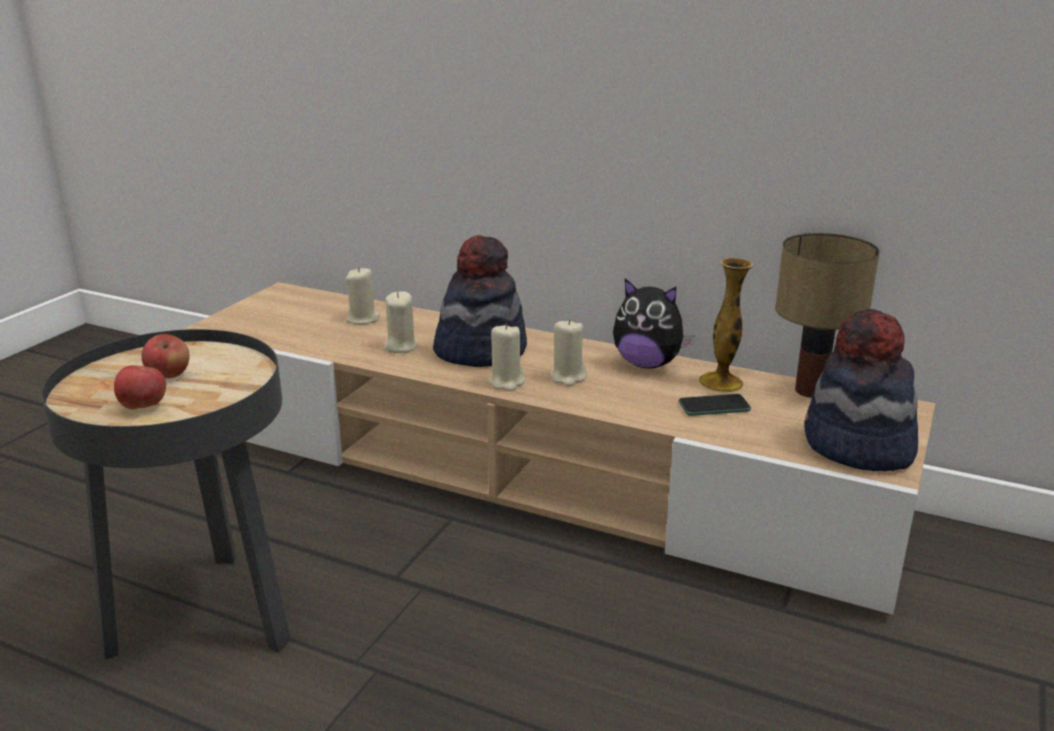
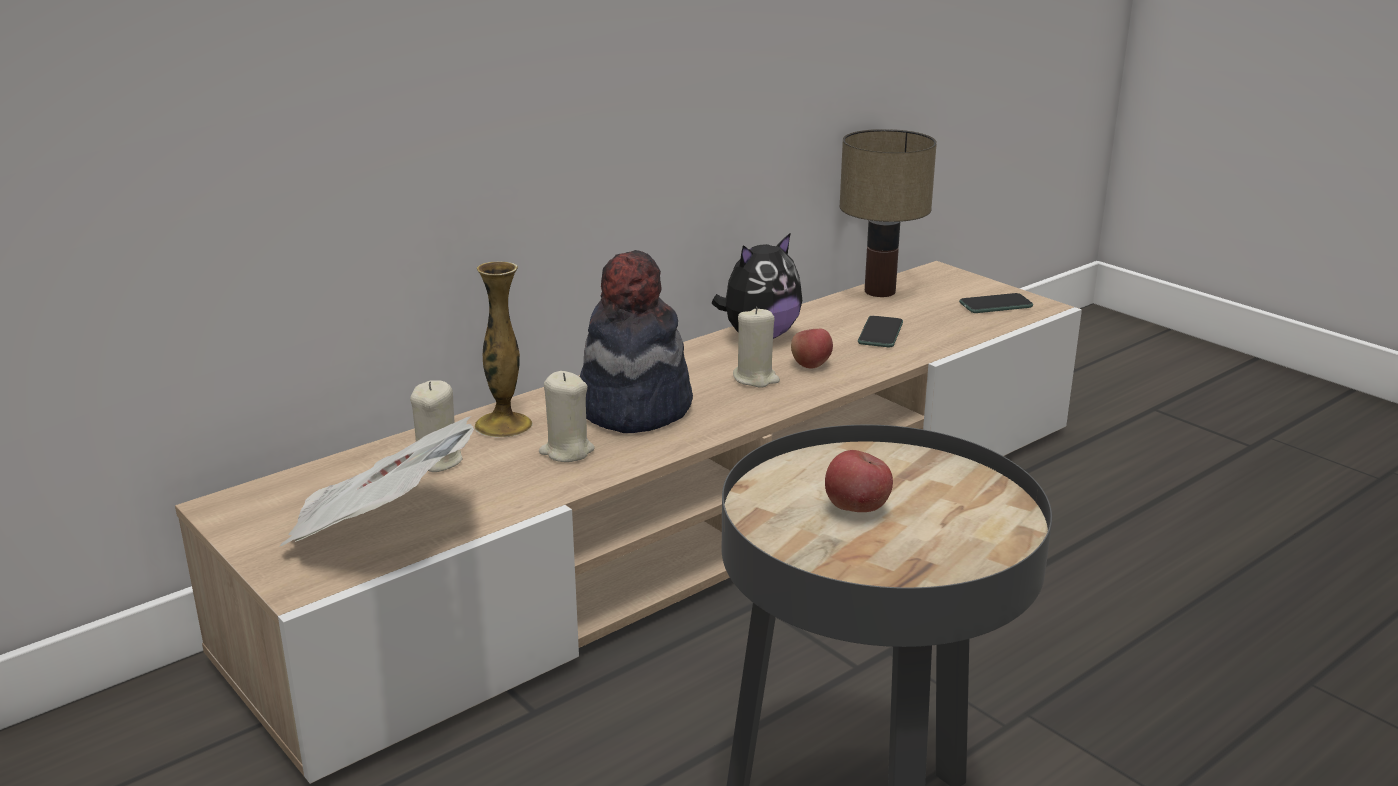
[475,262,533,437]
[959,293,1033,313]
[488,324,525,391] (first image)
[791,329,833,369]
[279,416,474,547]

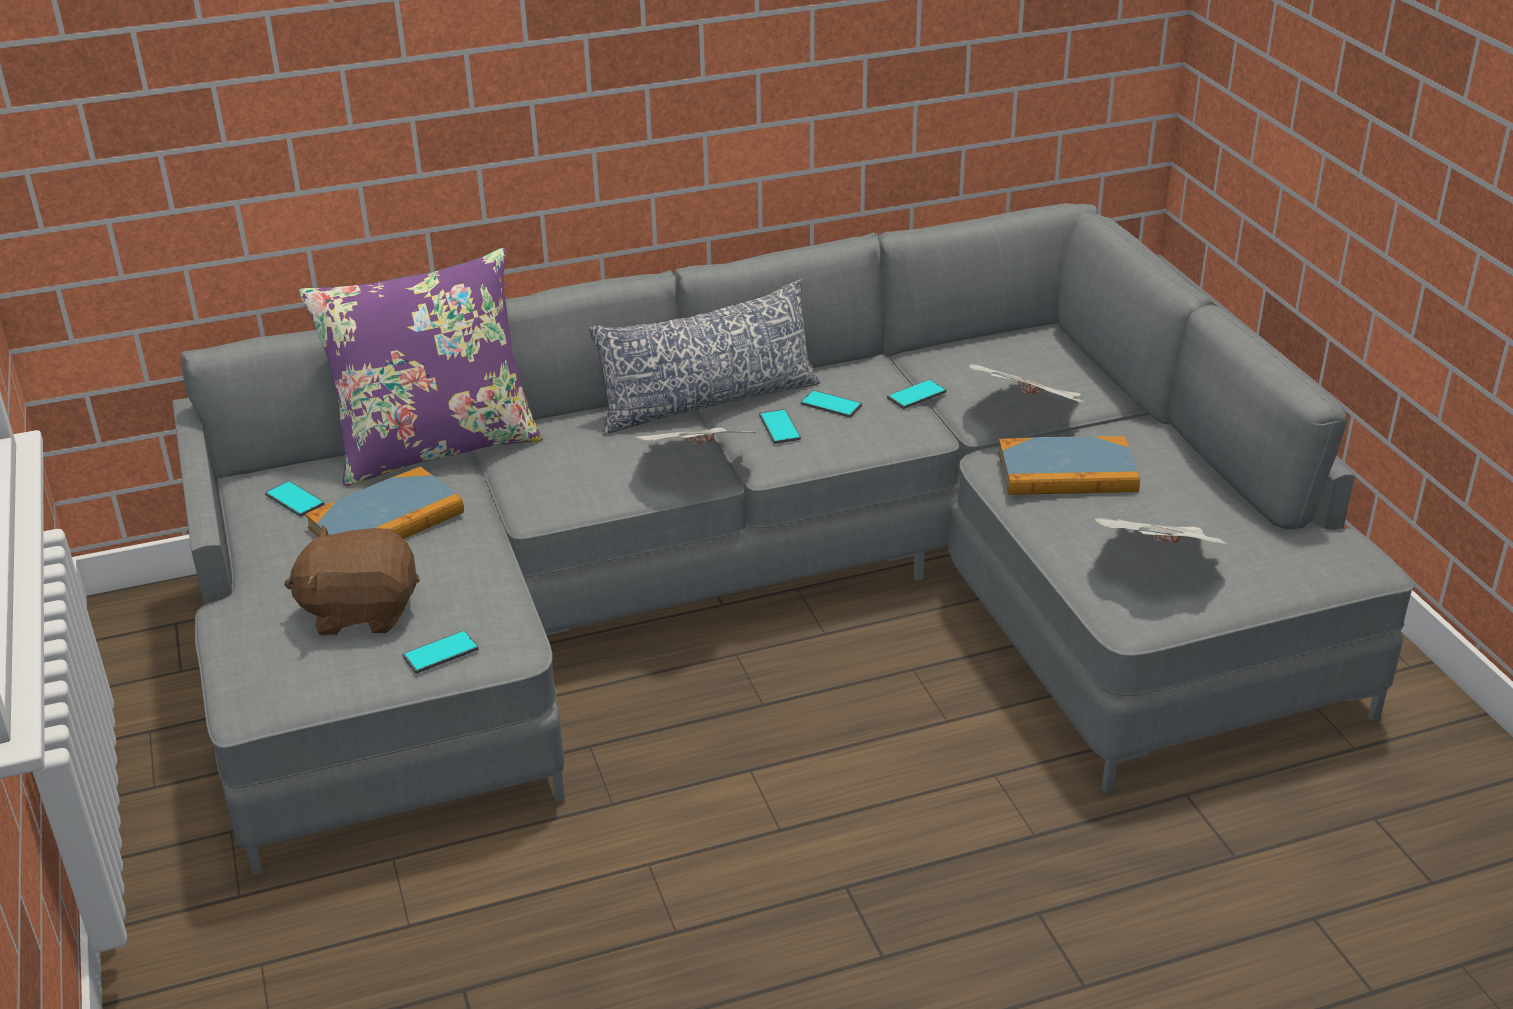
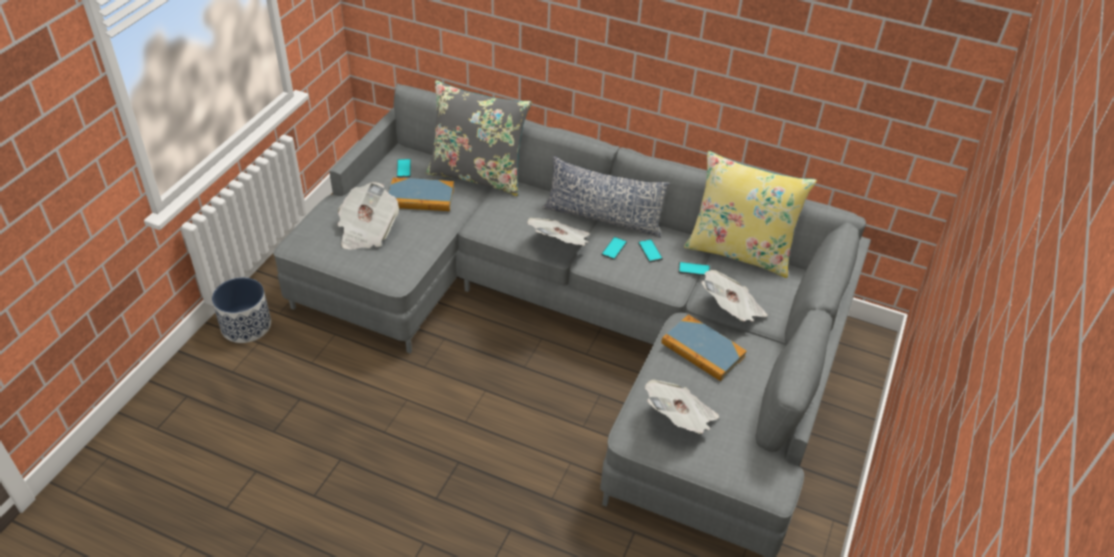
[426,80,532,196]
[338,182,399,250]
[402,630,478,674] (first image)
[684,151,817,278]
[212,277,271,343]

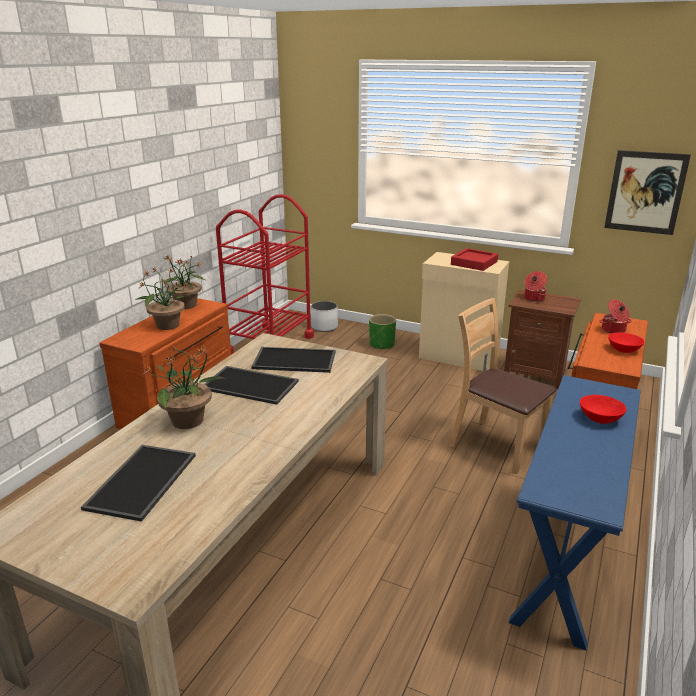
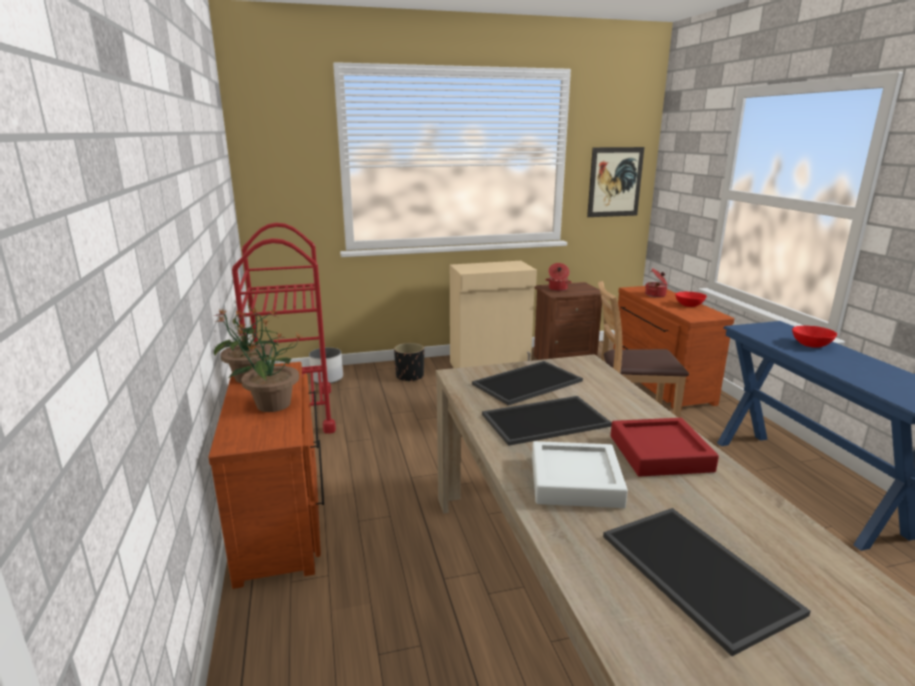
[610,418,719,477]
[394,343,424,382]
[532,441,628,508]

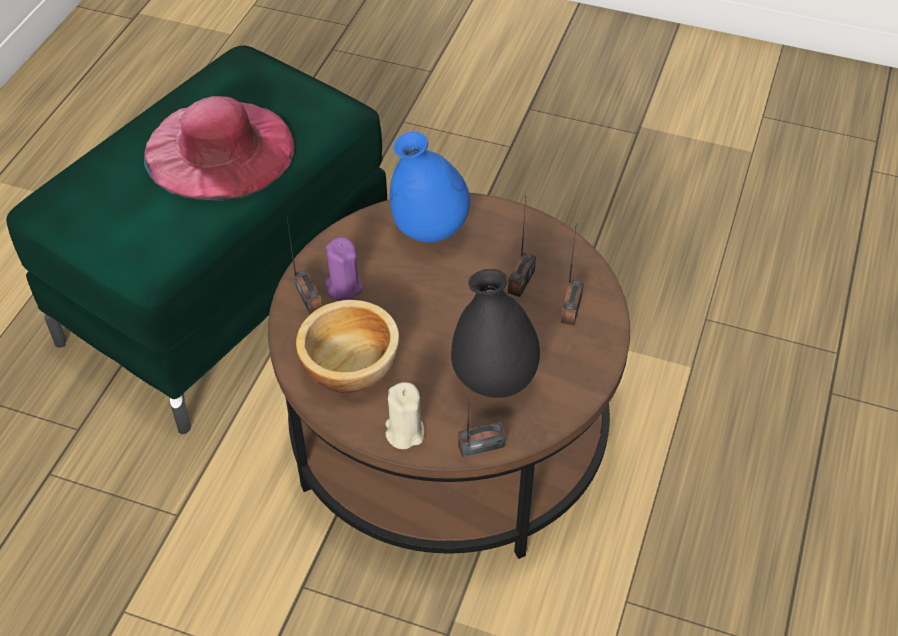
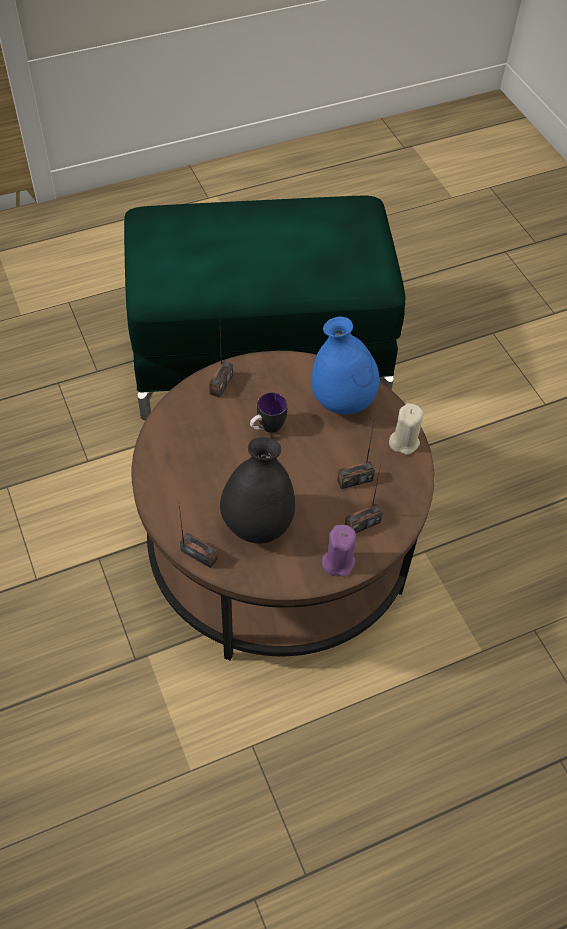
[144,96,295,200] (first image)
[322,525,356,577]
[296,300,399,393] (first image)
[389,403,424,455]
[250,393,287,433]

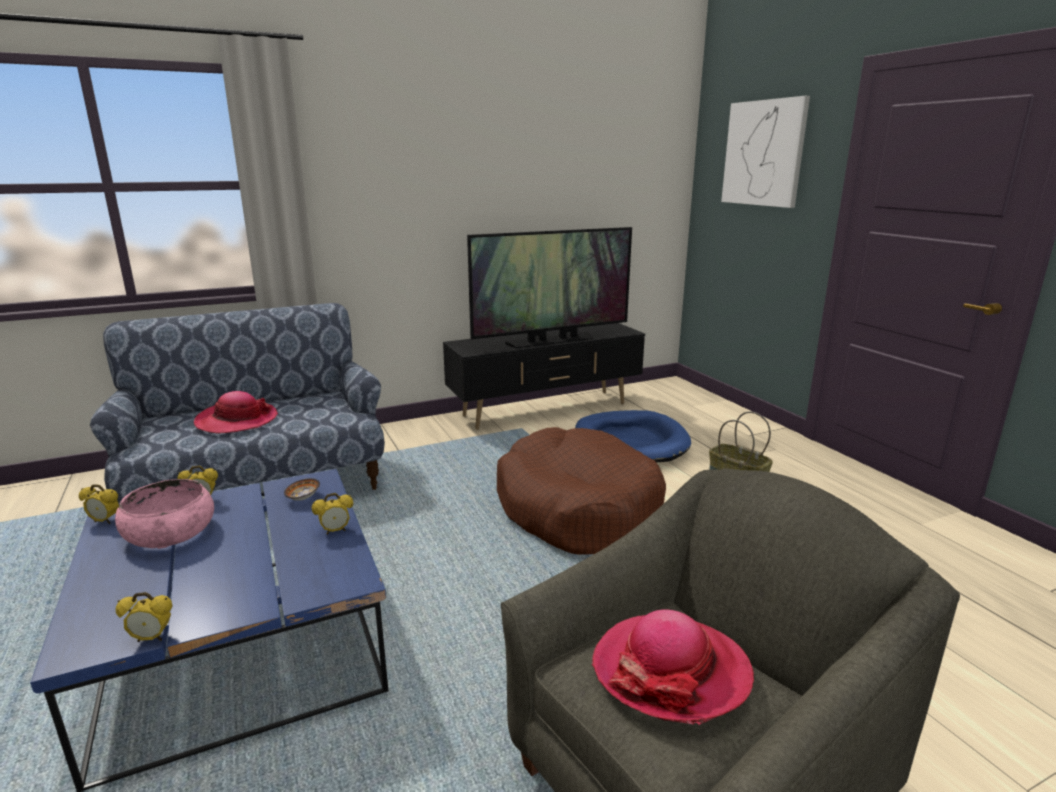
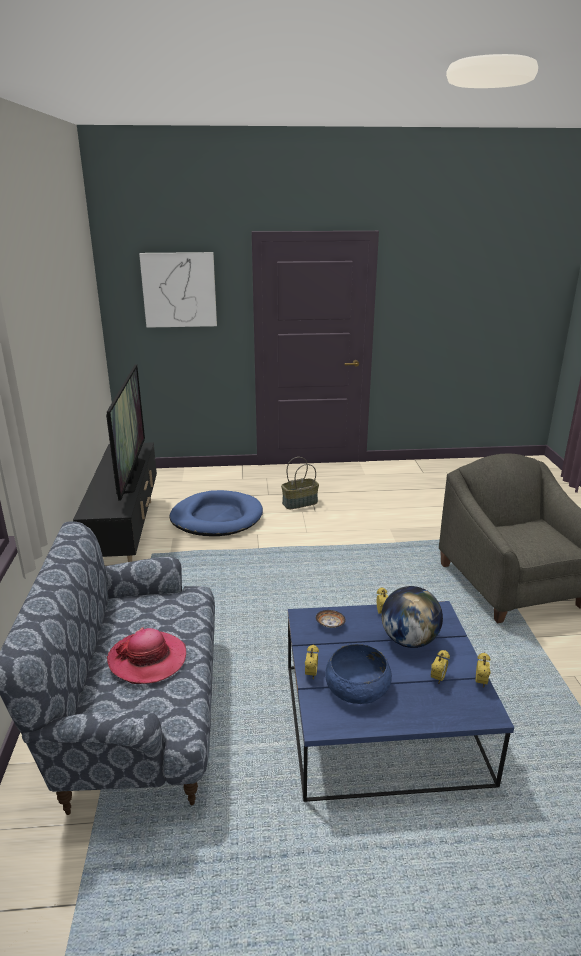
[497,427,666,555] (first image)
[325,644,392,704]
[431,650,450,684]
[592,609,754,725] (first image)
[381,586,443,648]

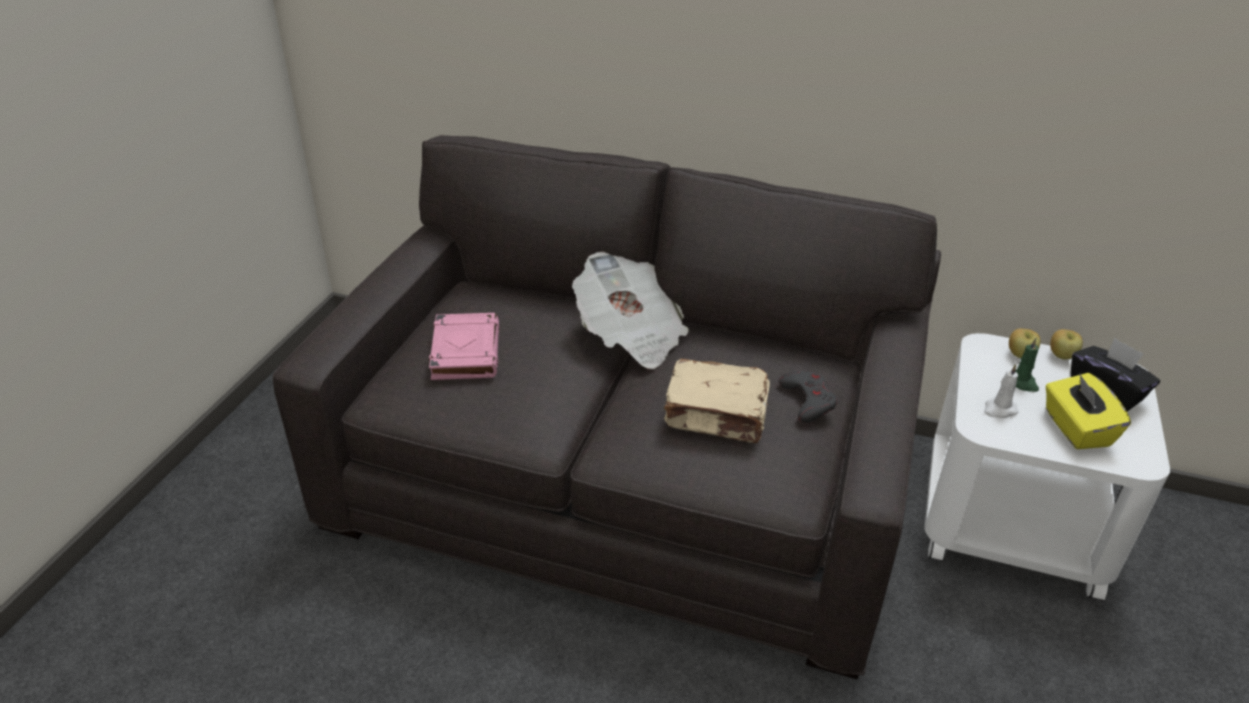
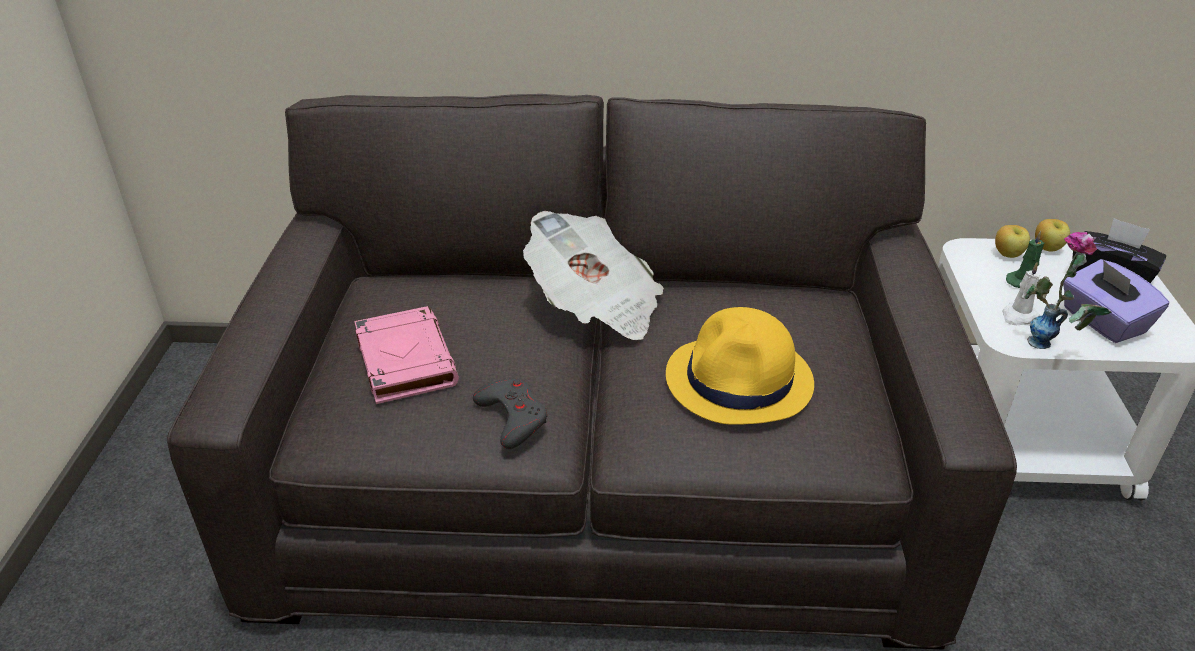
[666,307,814,425]
[473,379,547,449]
[1063,259,1169,343]
[1025,232,1111,349]

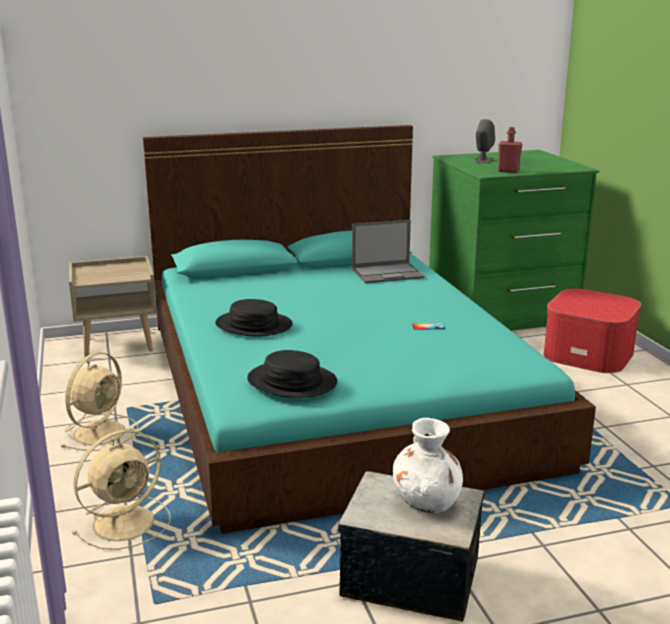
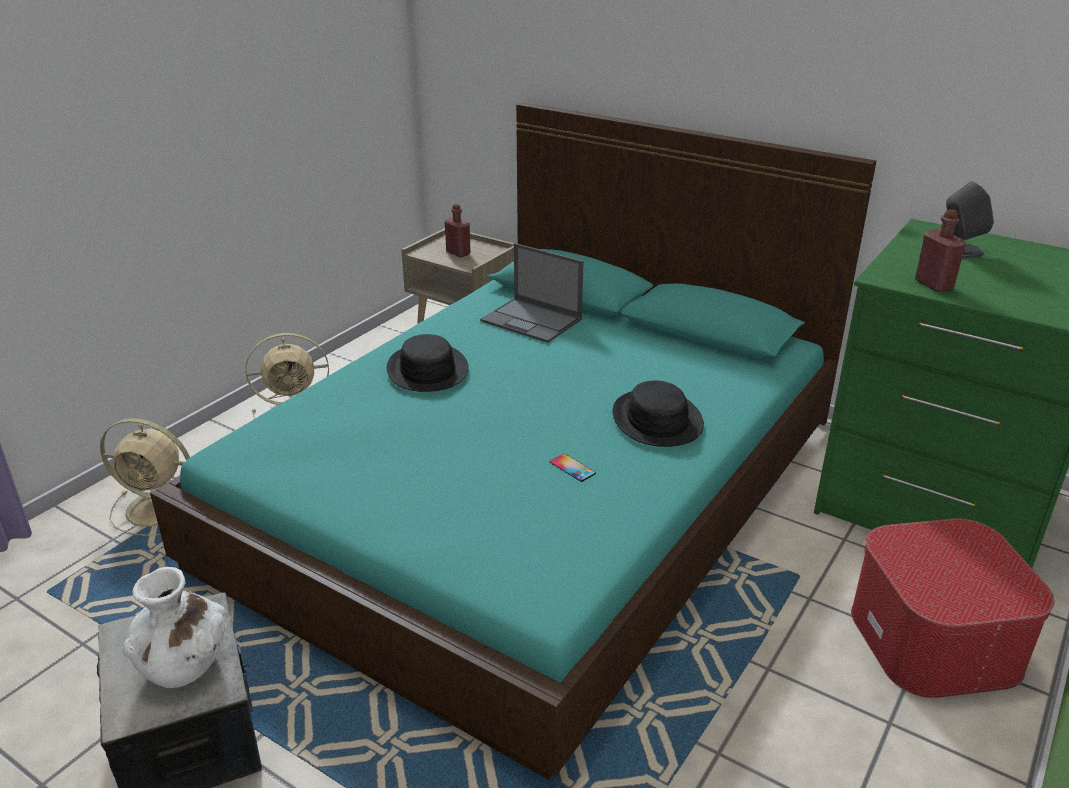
[480,243,584,343]
[613,380,704,447]
[445,204,470,257]

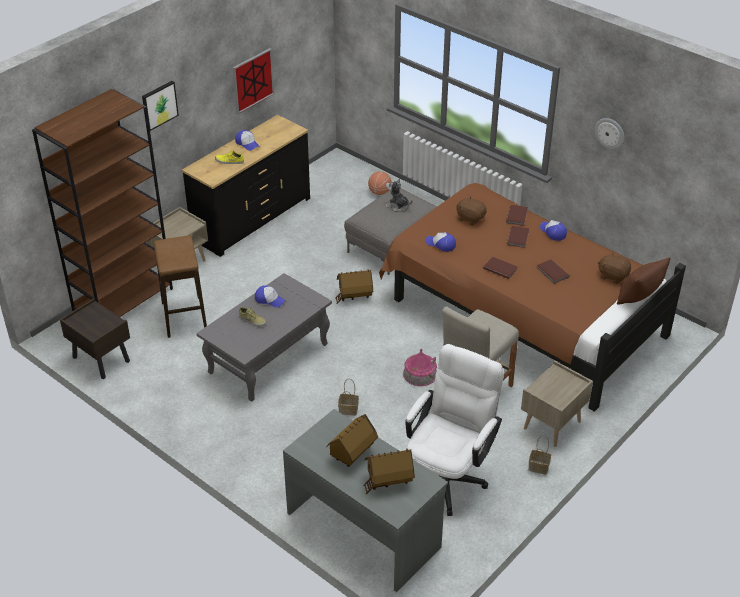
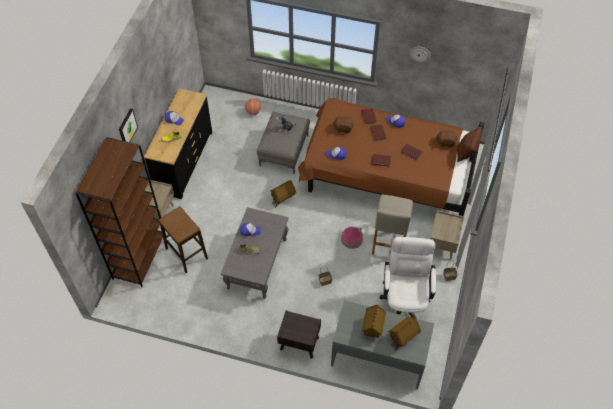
[233,48,275,114] (first image)
[277,310,321,359]

